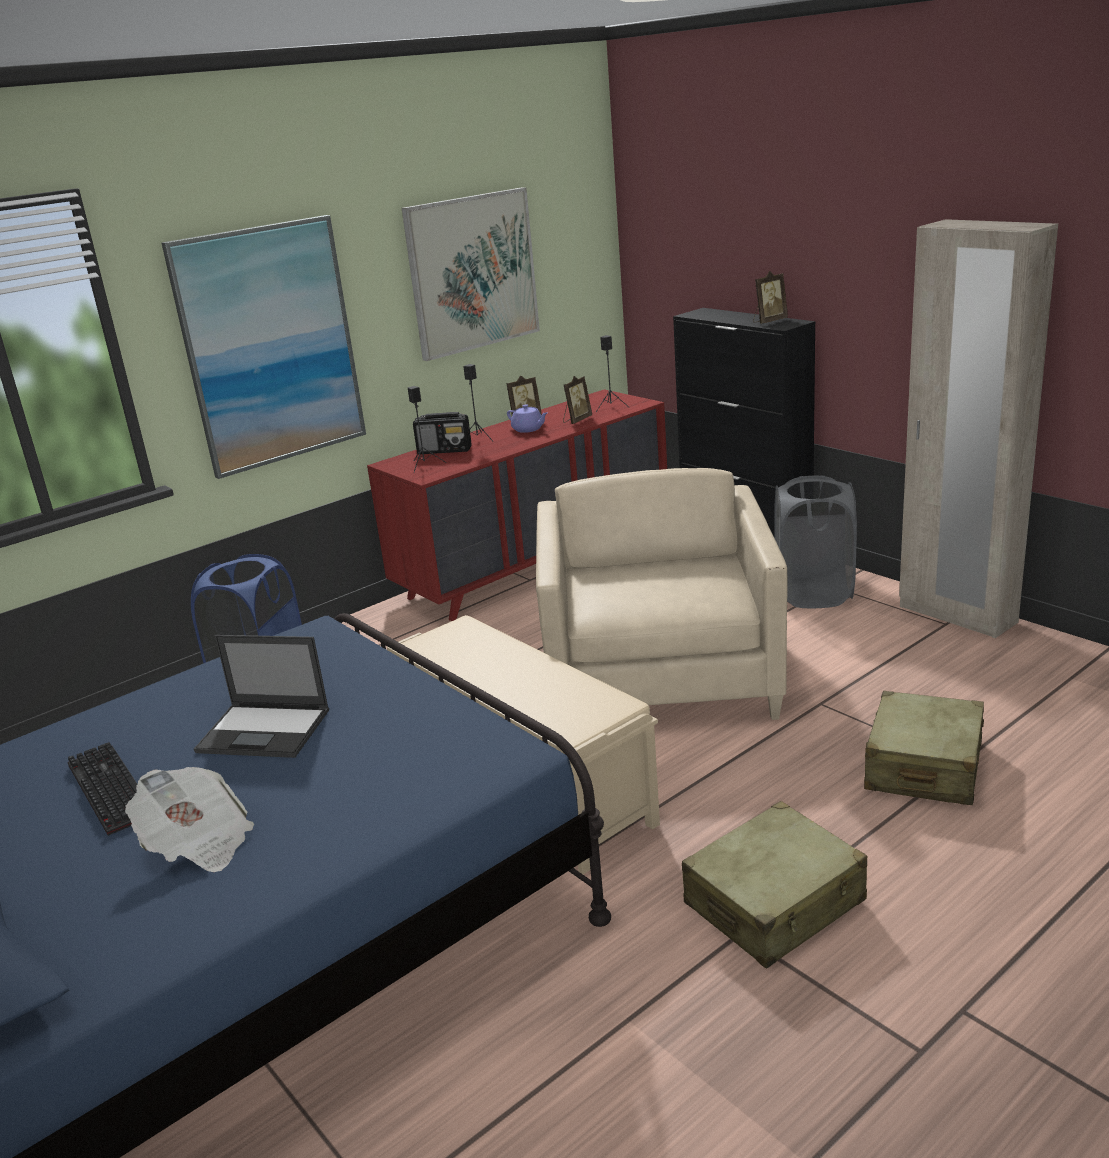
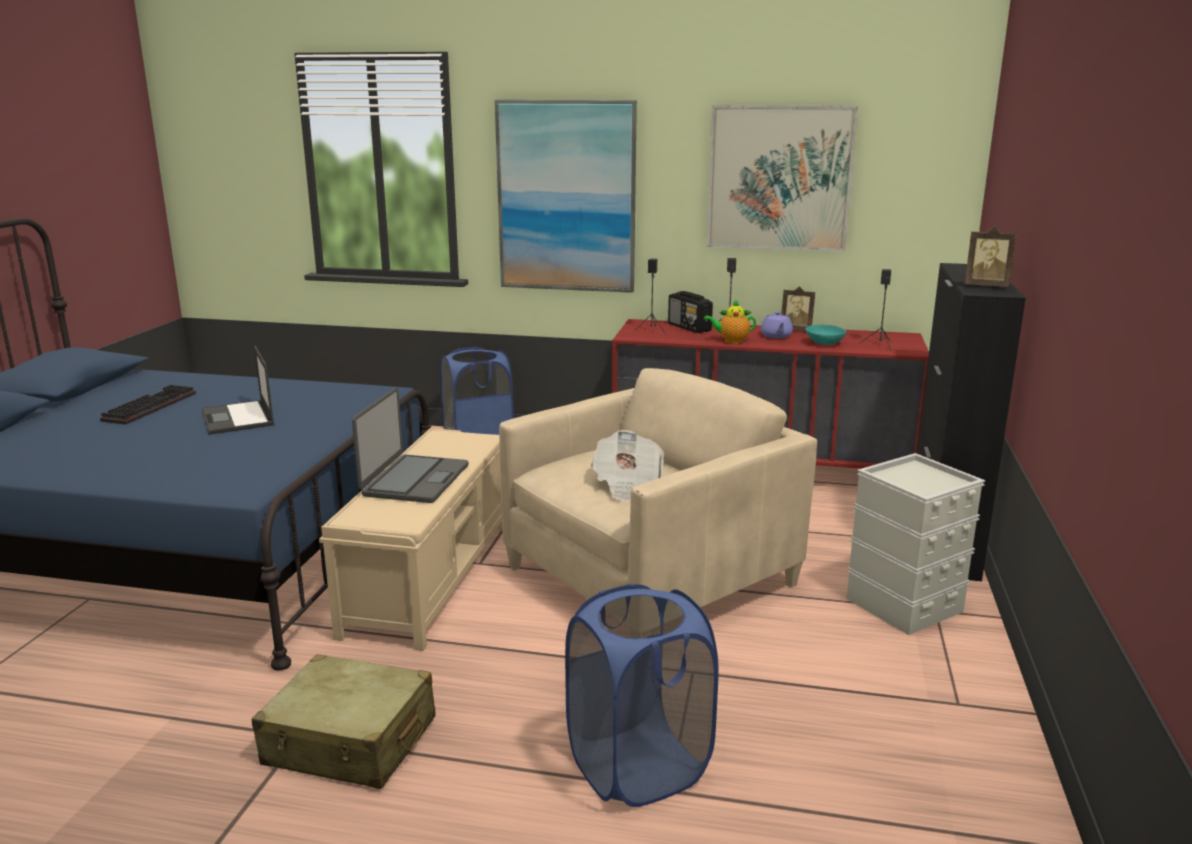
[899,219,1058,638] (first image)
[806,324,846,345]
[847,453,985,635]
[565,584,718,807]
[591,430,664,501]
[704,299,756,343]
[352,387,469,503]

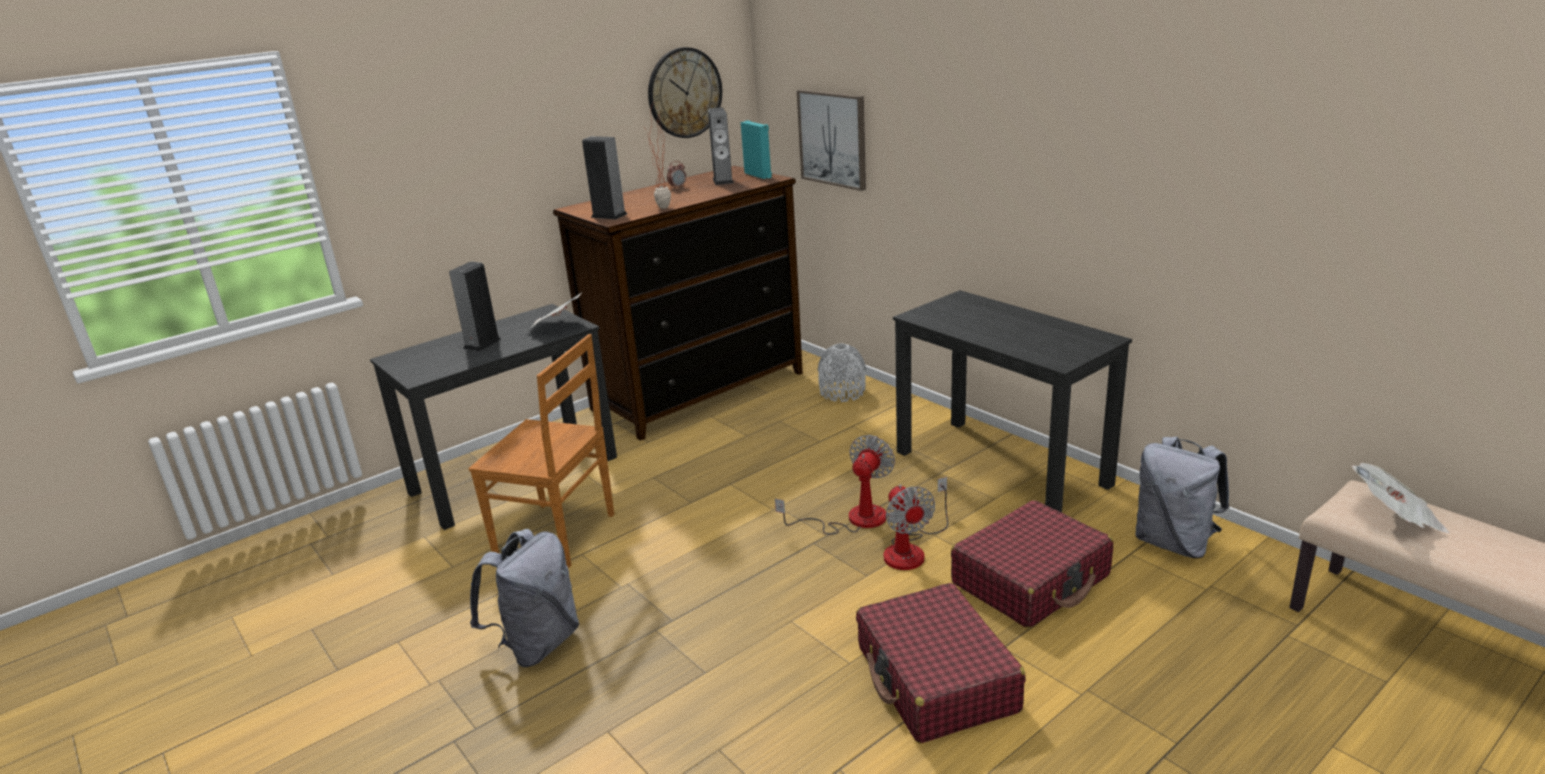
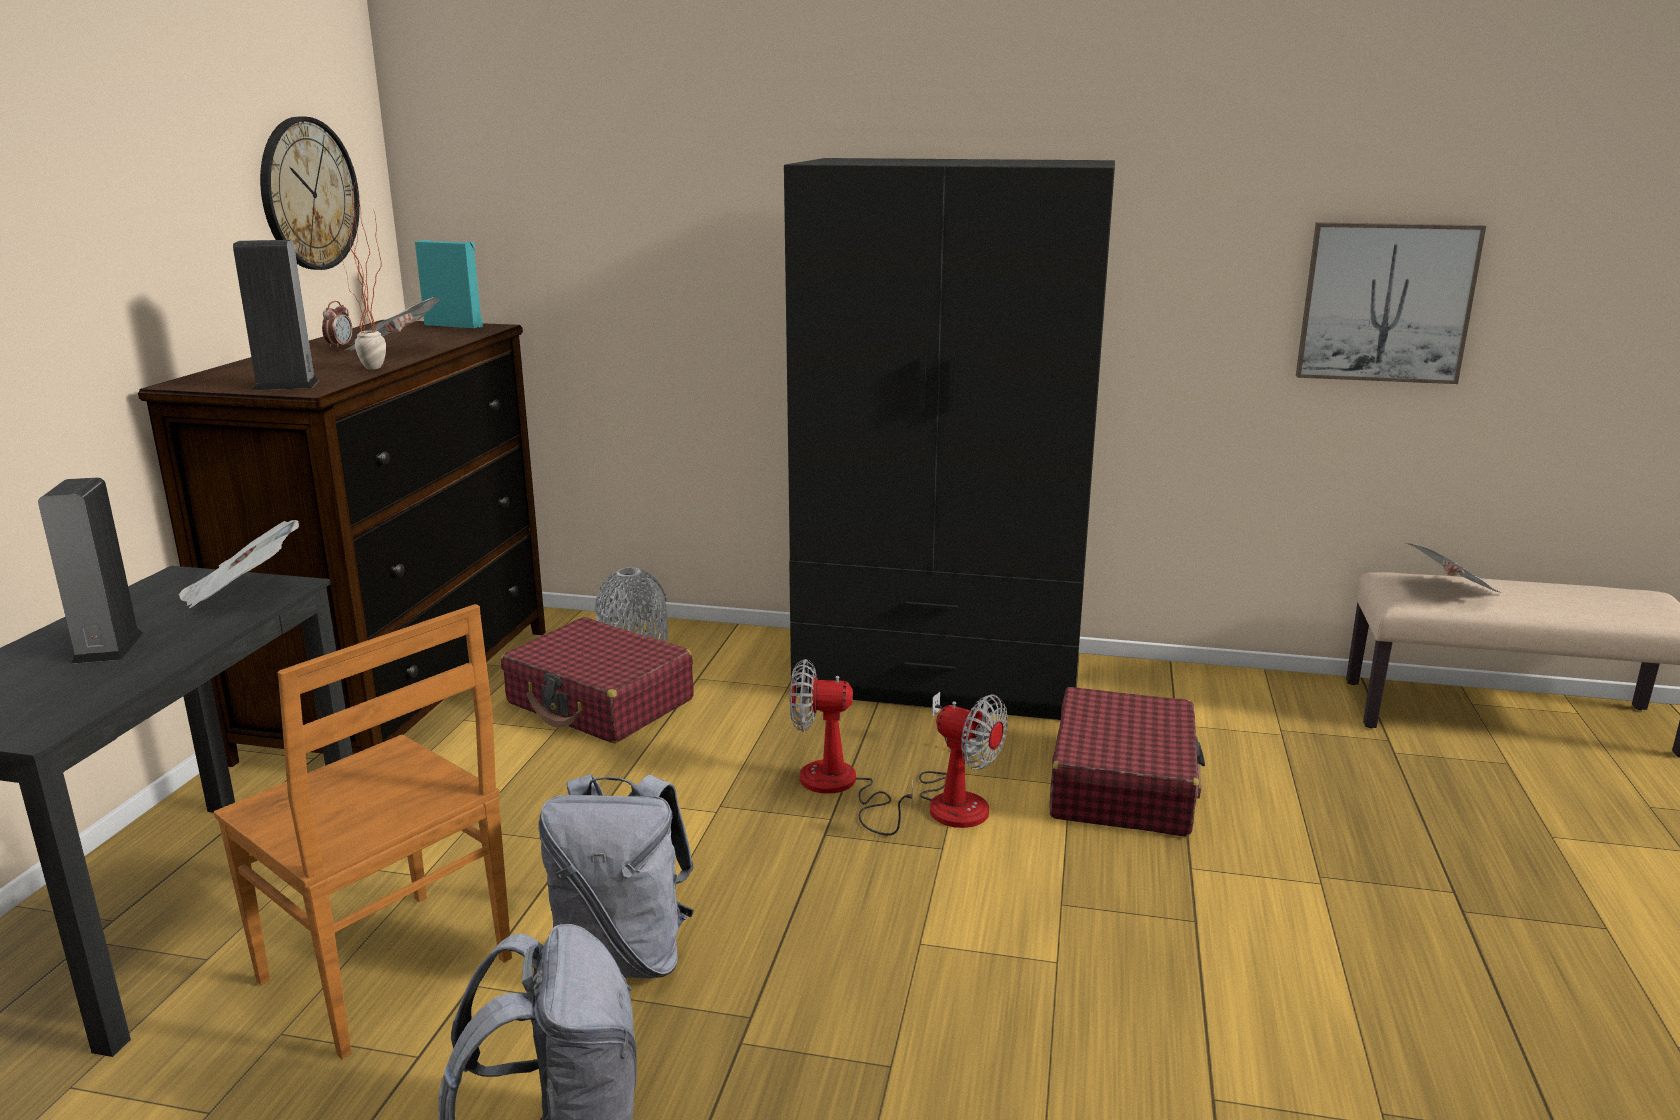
[1296,222,1486,384]
[708,107,734,185] (first image)
[784,158,1115,720]
[214,604,512,1059]
[790,659,913,835]
[539,774,694,979]
[501,617,694,743]
[345,296,440,351]

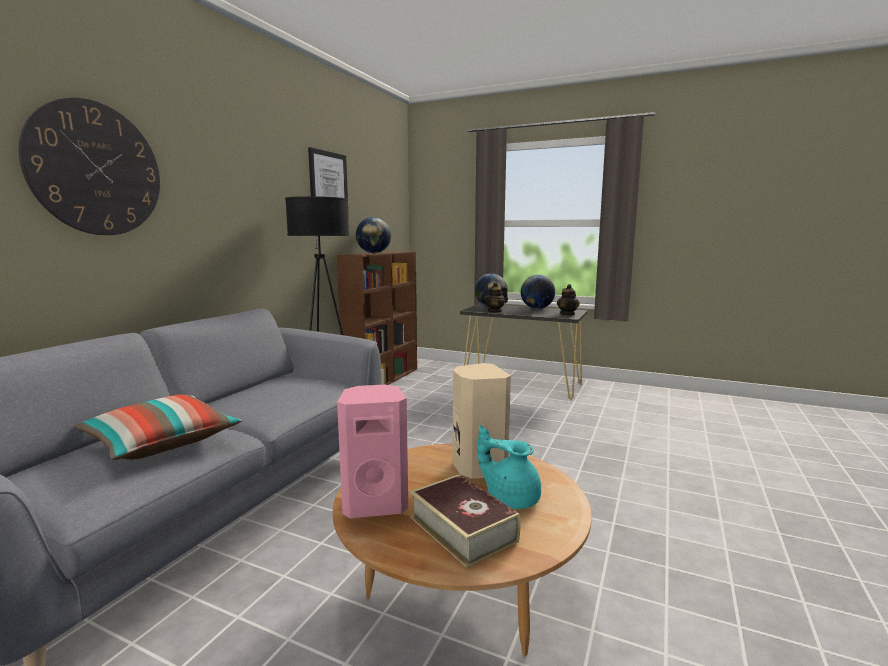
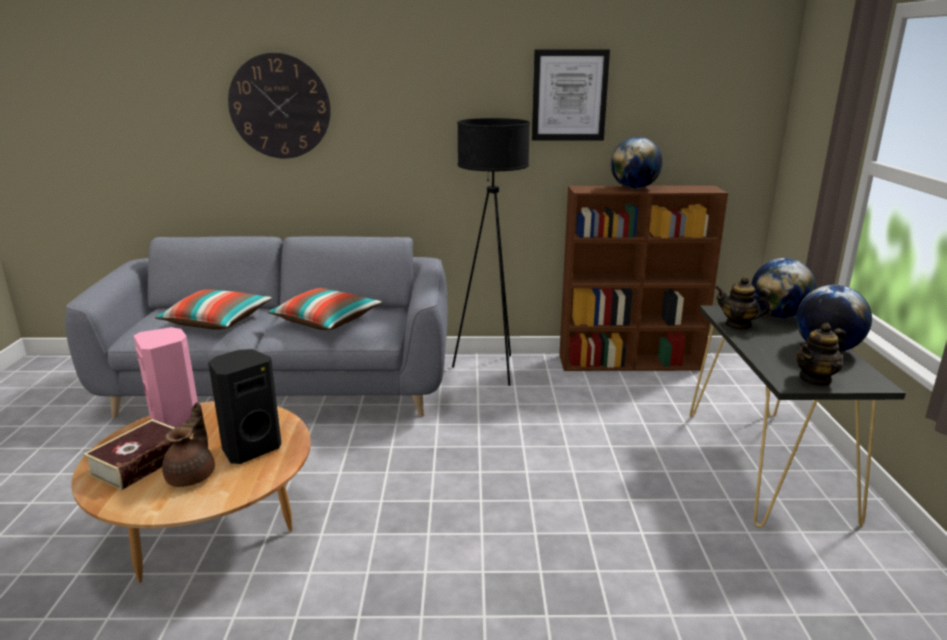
[208,349,281,464]
[162,402,215,487]
[268,288,382,330]

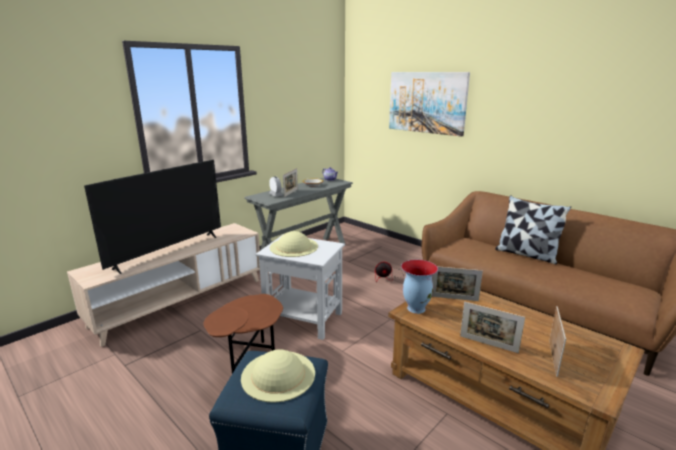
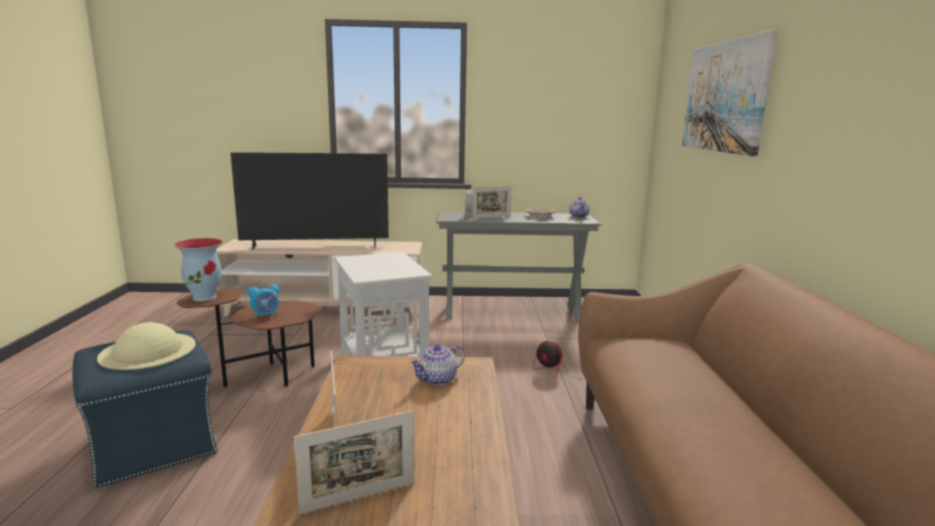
[495,195,571,264] (first image)
[270,231,318,257] (first image)
[174,238,222,301]
[410,344,465,385]
[248,281,279,319]

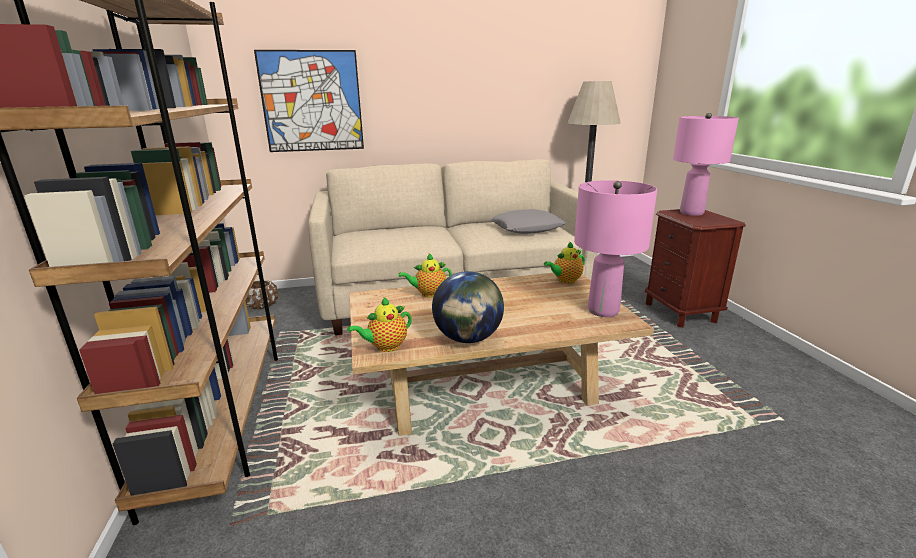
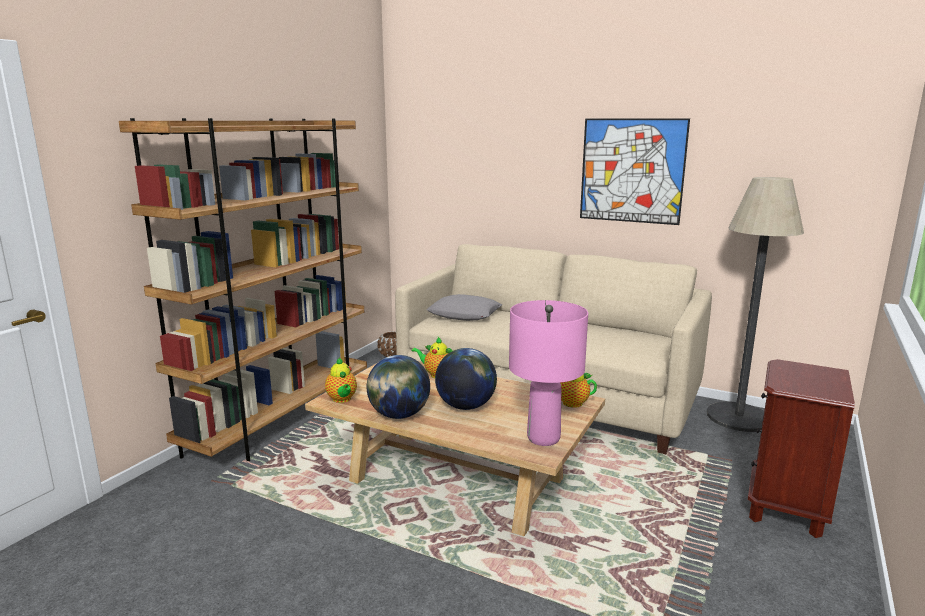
[580,119,690,225]
[673,113,739,216] (first image)
[426,294,502,321]
[325,357,357,403]
[435,348,497,410]

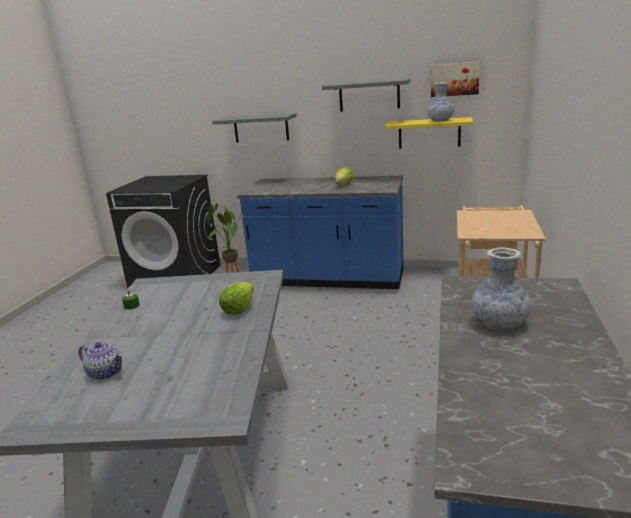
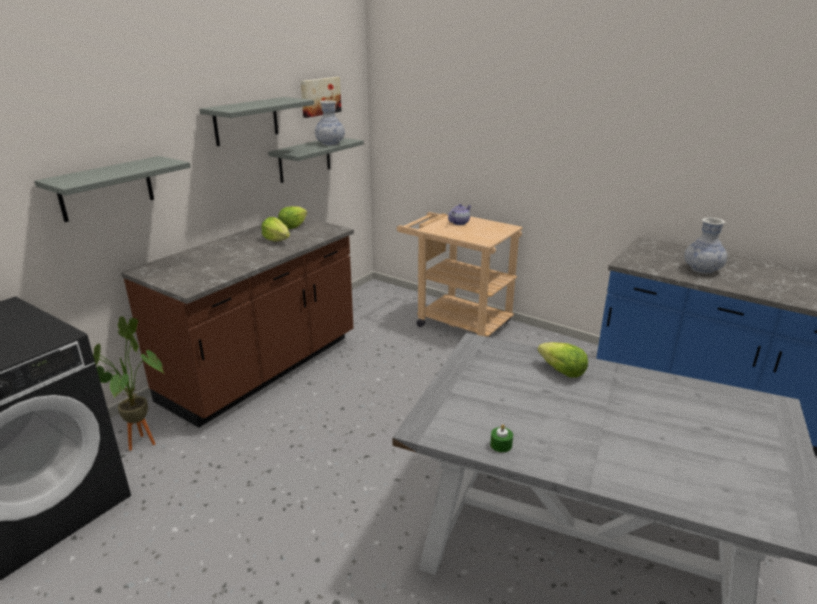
[268,138,364,183]
[121,217,354,428]
[448,204,471,225]
[278,206,308,229]

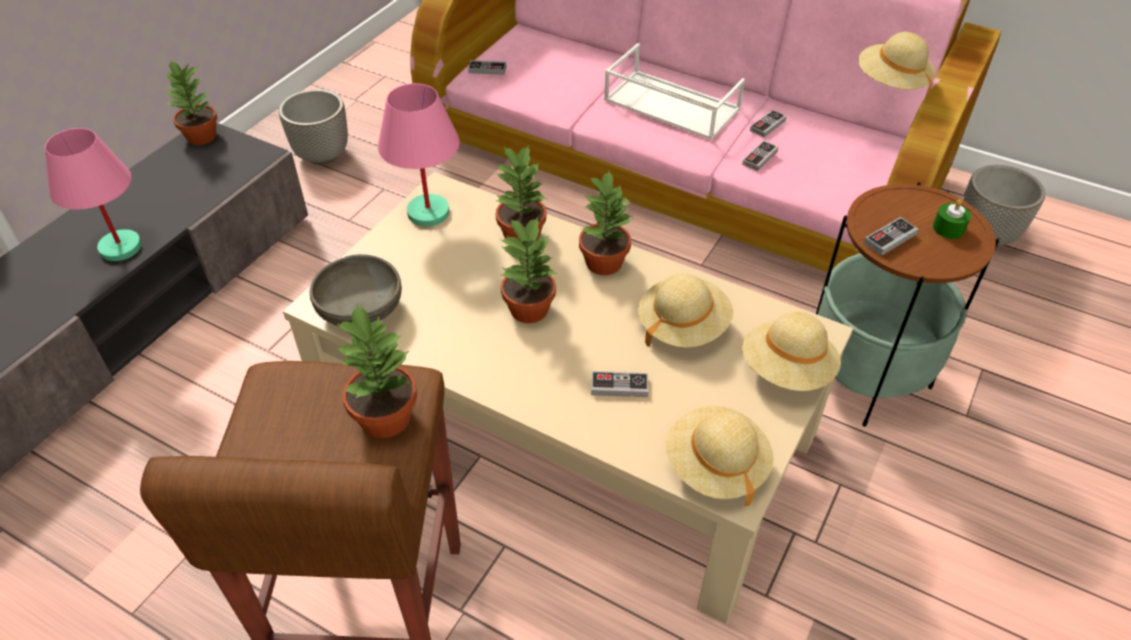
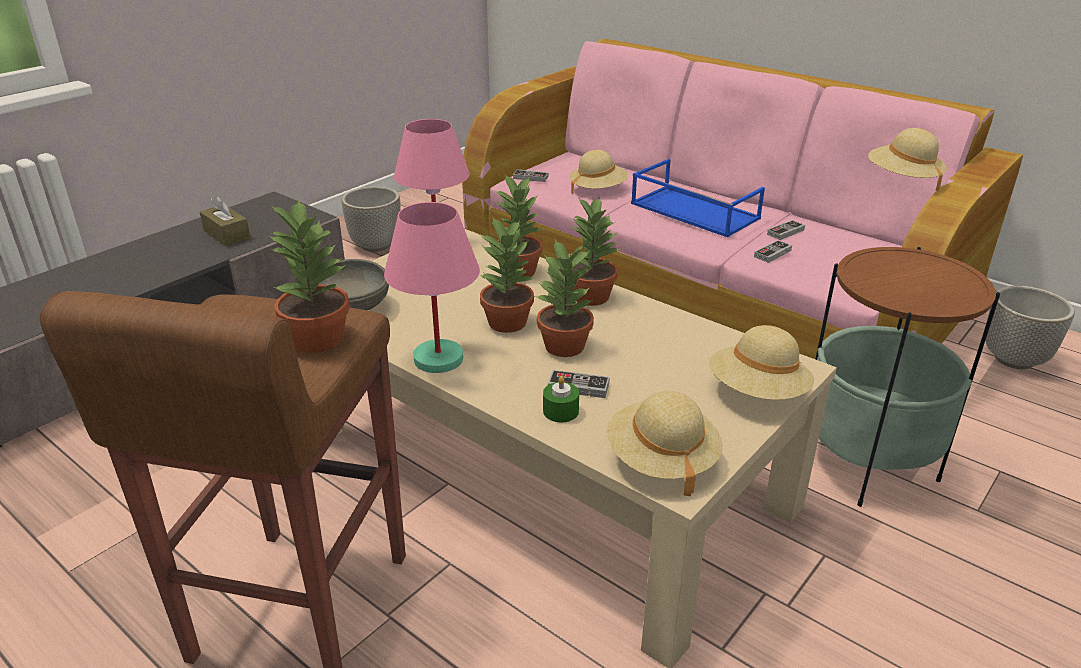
[631,159,765,237]
[535,239,594,357]
[384,202,480,373]
[543,376,579,422]
[864,217,918,256] (first image)
[569,150,628,195]
[200,196,251,246]

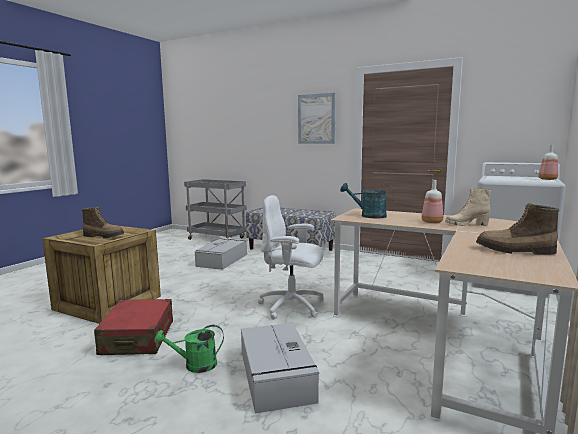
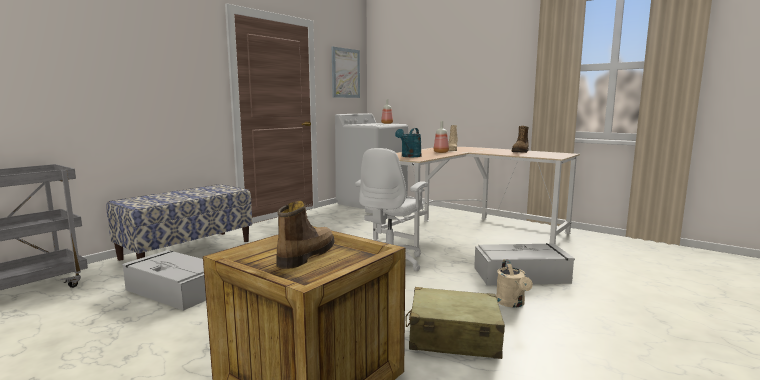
[332,47,360,98]
[405,287,505,359]
[496,259,533,308]

